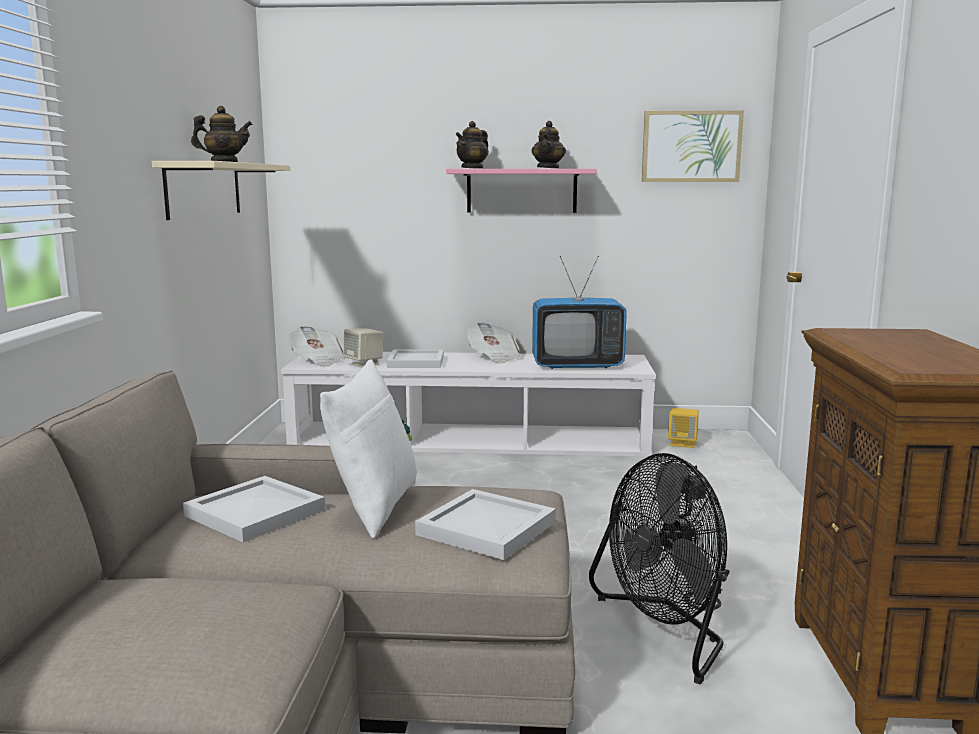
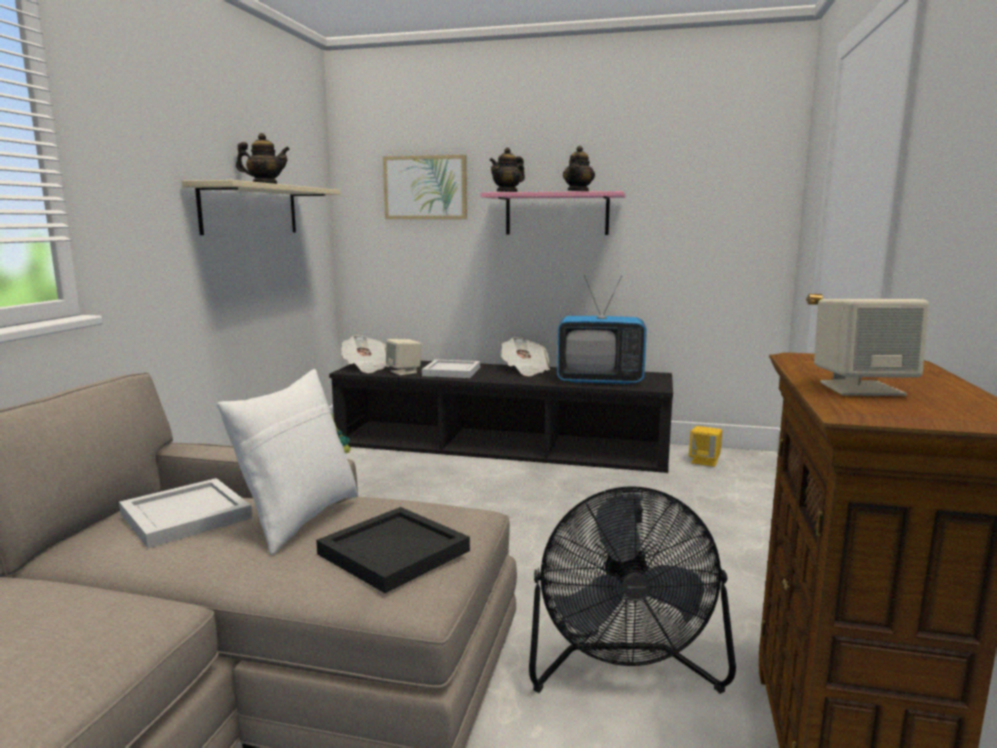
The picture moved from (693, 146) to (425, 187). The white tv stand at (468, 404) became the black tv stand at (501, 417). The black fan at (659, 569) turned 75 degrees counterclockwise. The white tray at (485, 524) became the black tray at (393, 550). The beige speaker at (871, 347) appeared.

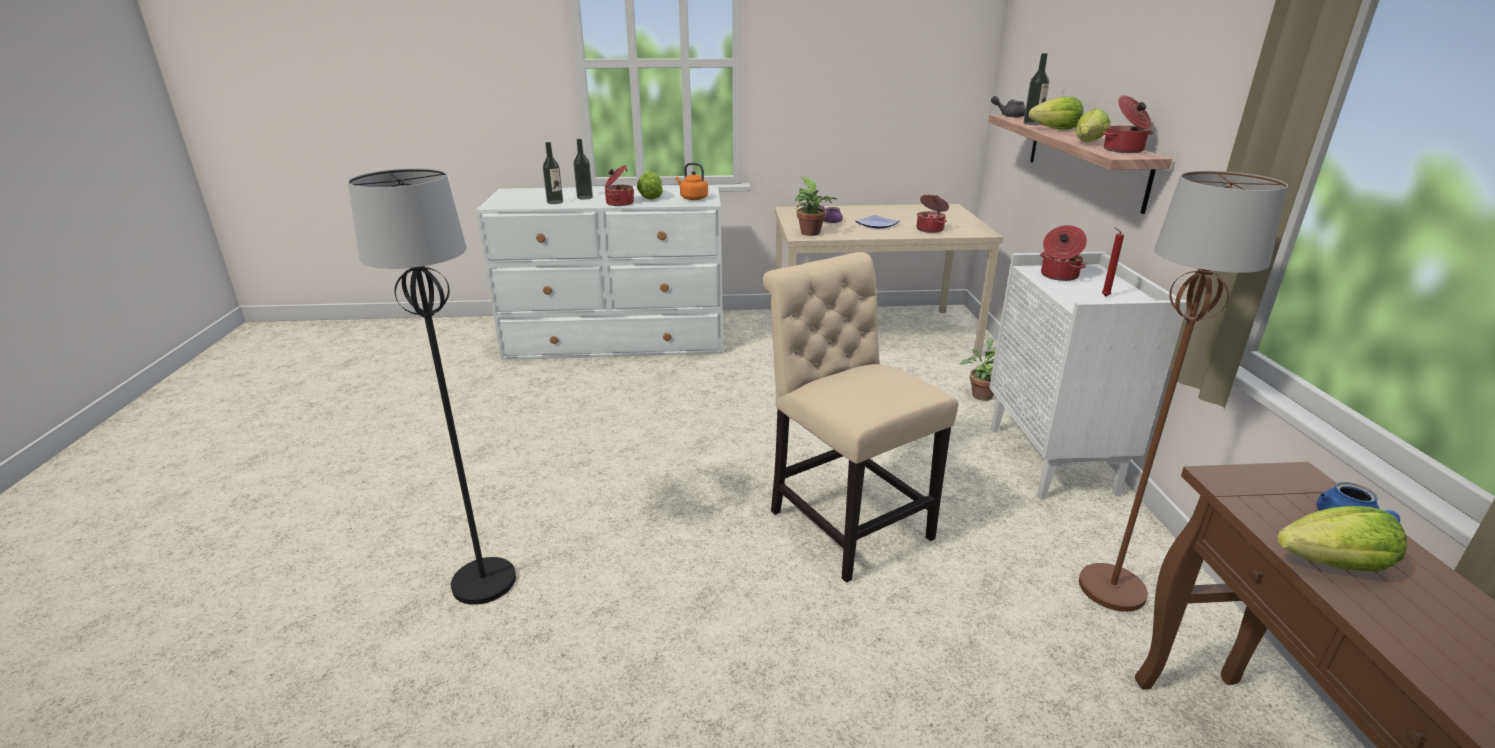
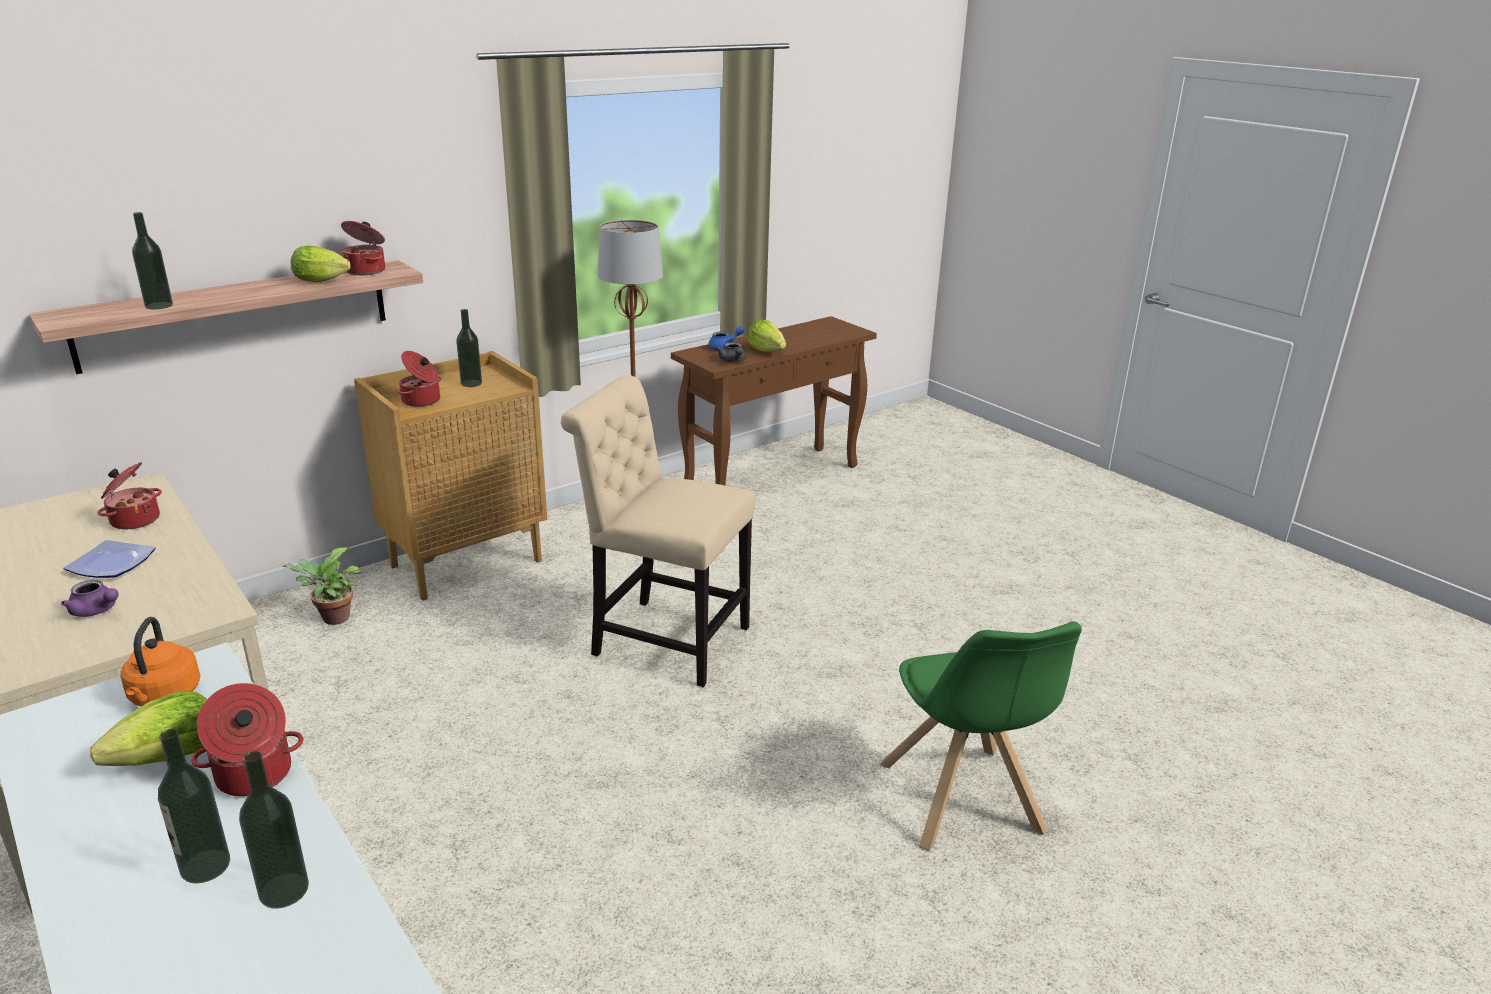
The grey teapot moved from (1008, 106) to (731, 352). The lettuce at (1056, 113) disappeared. The black floor lamp at (432, 386) was replaced by the green chair at (981, 736). The potted plant at (816, 206) disappeared. The red candle at (1113, 262) was replaced by the bottle at (469, 348). The beige chair at (860, 417) turned 90 degrees clockwise. The white cabinet at (1087, 375) became the brown cabinet at (450, 475).

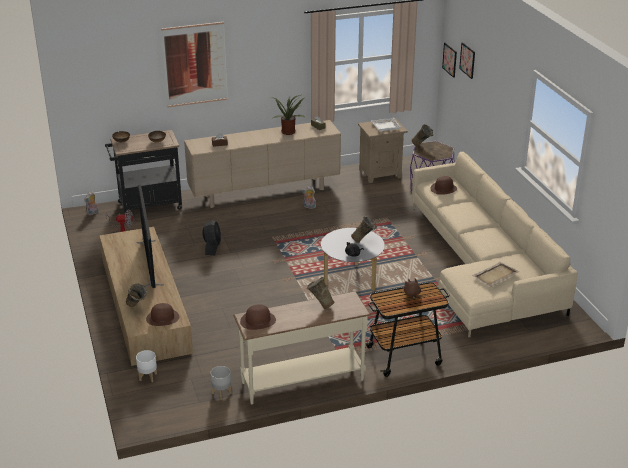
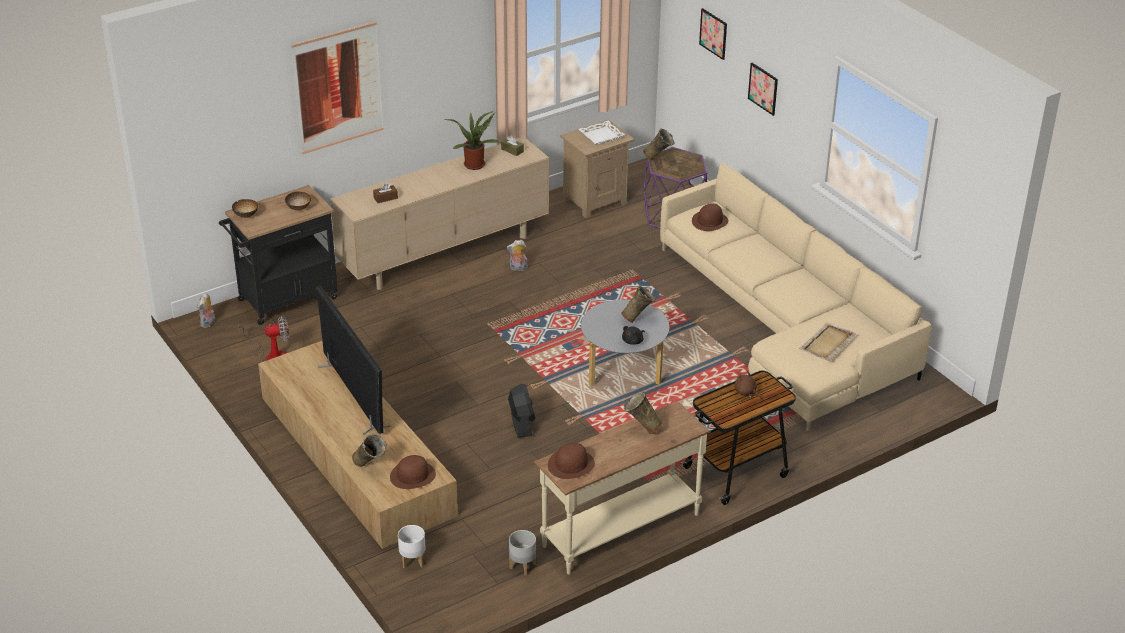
The picture moved from (449, 60) to (763, 89). The black fan moved from (211, 237) to (521, 411).

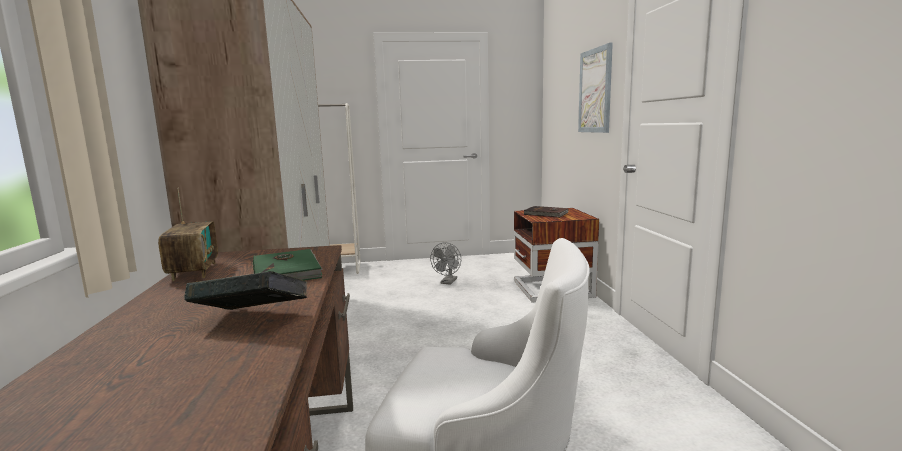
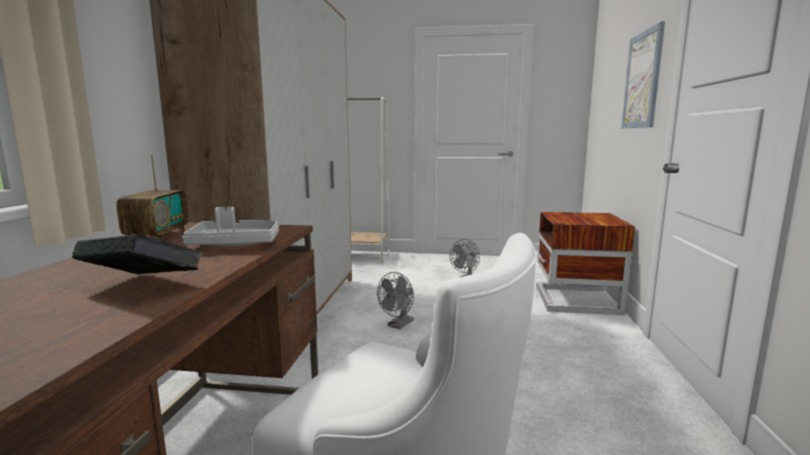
The brown book at (546, 212) disappeared. The green book at (288, 265) was replaced by the grey tray at (230, 226). The grey fan at (395, 300) appeared.

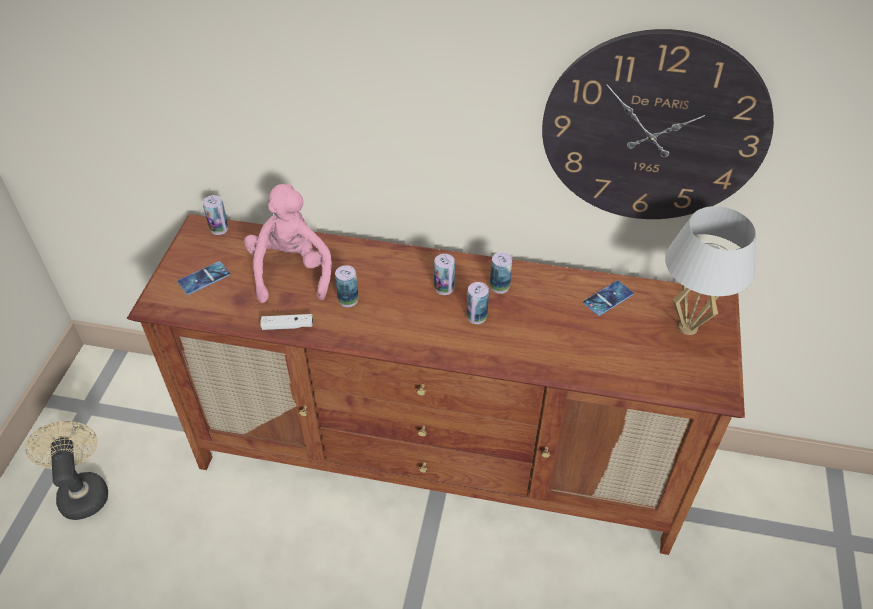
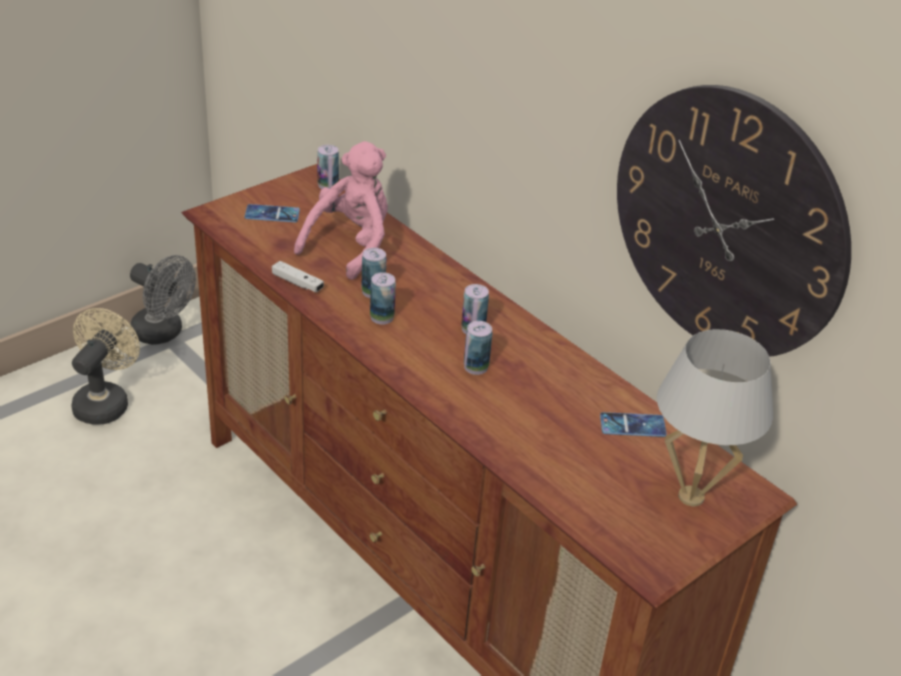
The can moved from (501, 273) to (383, 298). The grey fan at (163, 300) appeared.

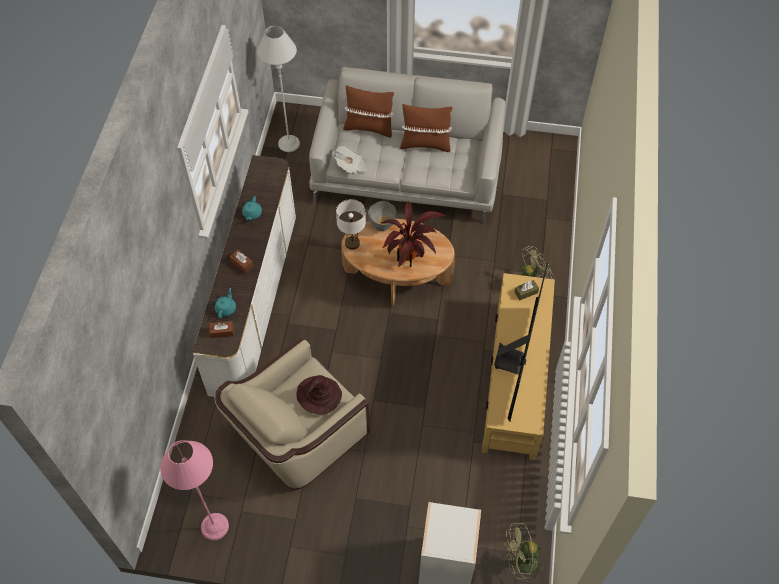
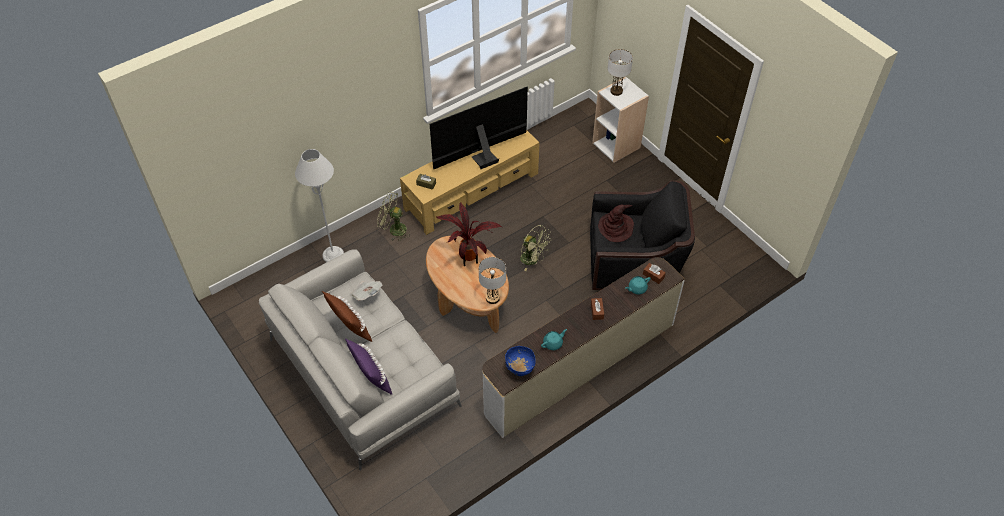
The grey floor lamp moved from (278, 89) to (319, 205). The brown pillow at (368, 111) became the purple pillow at (368, 366). The newspaper moved from (350, 160) to (366, 290). The grey bowl at (382, 216) disappeared. The beige armchair at (292, 413) became the black armchair at (642, 235). The pink floor lamp at (194, 490) disappeared. The green fan moved from (525, 552) to (535, 248). The table lamp at (620, 72) appeared. The blue bowl at (520, 361) appeared.

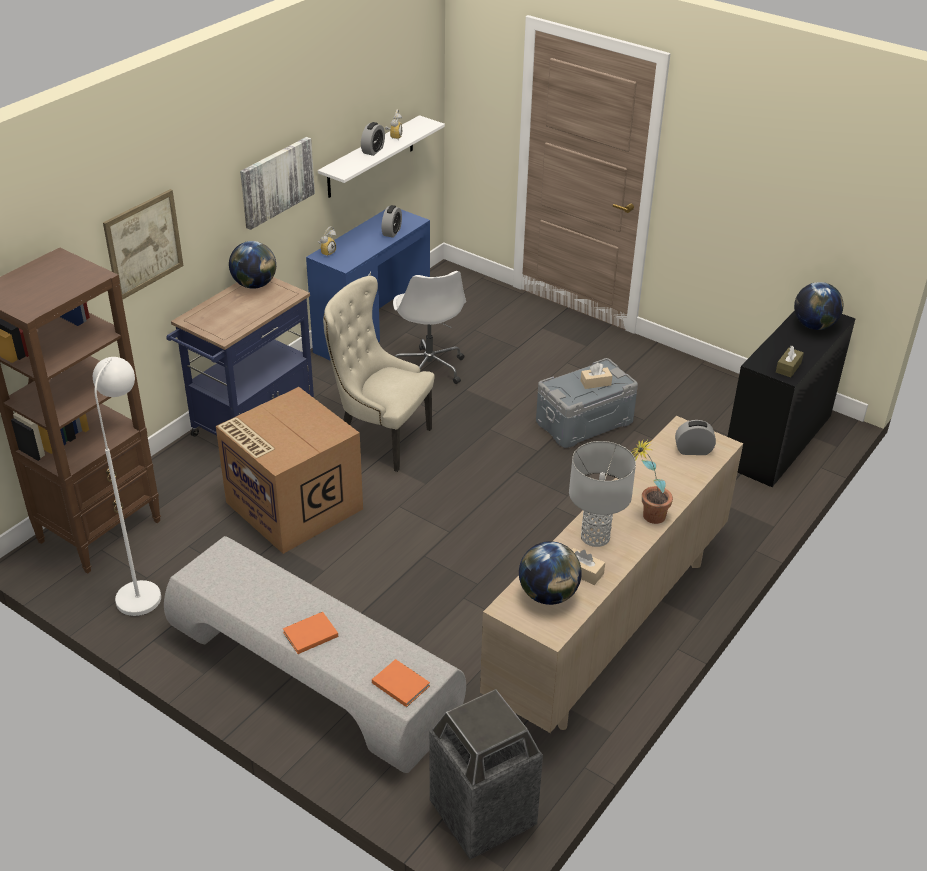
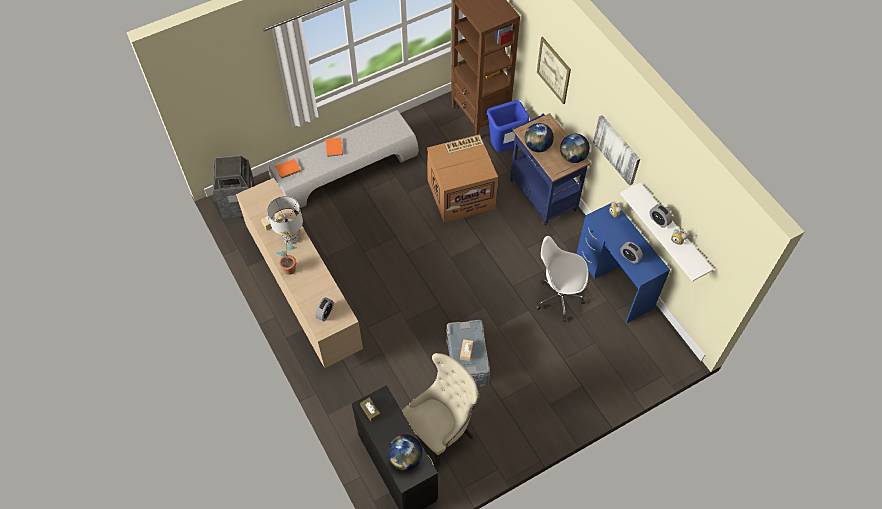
The beige chair moved from (379, 374) to (440, 410). The white floor lamp at (127, 486) disappeared. The globe moved from (550, 573) to (539, 137). The blue trash can at (508, 126) appeared.

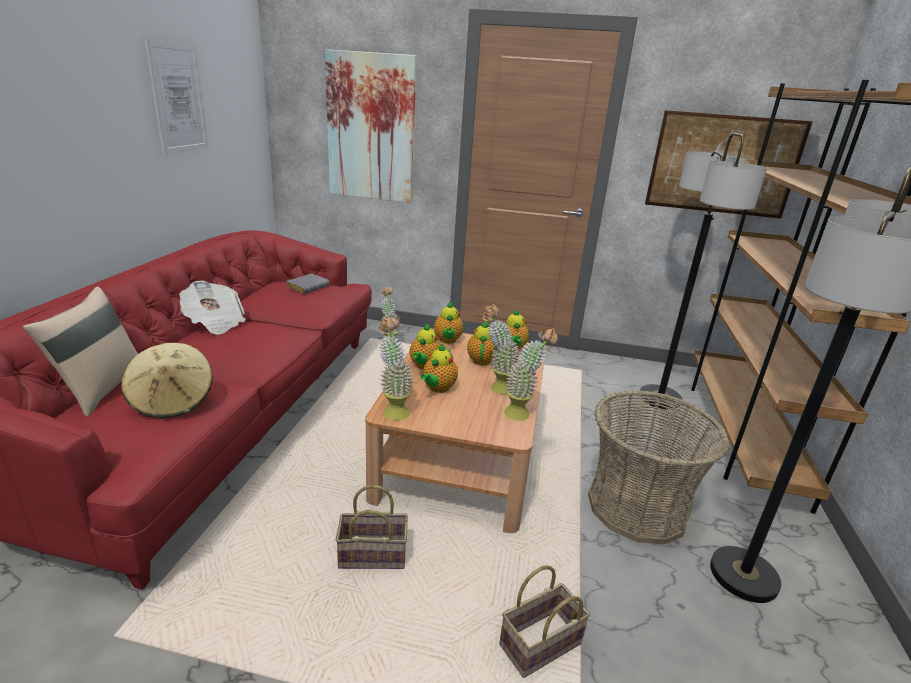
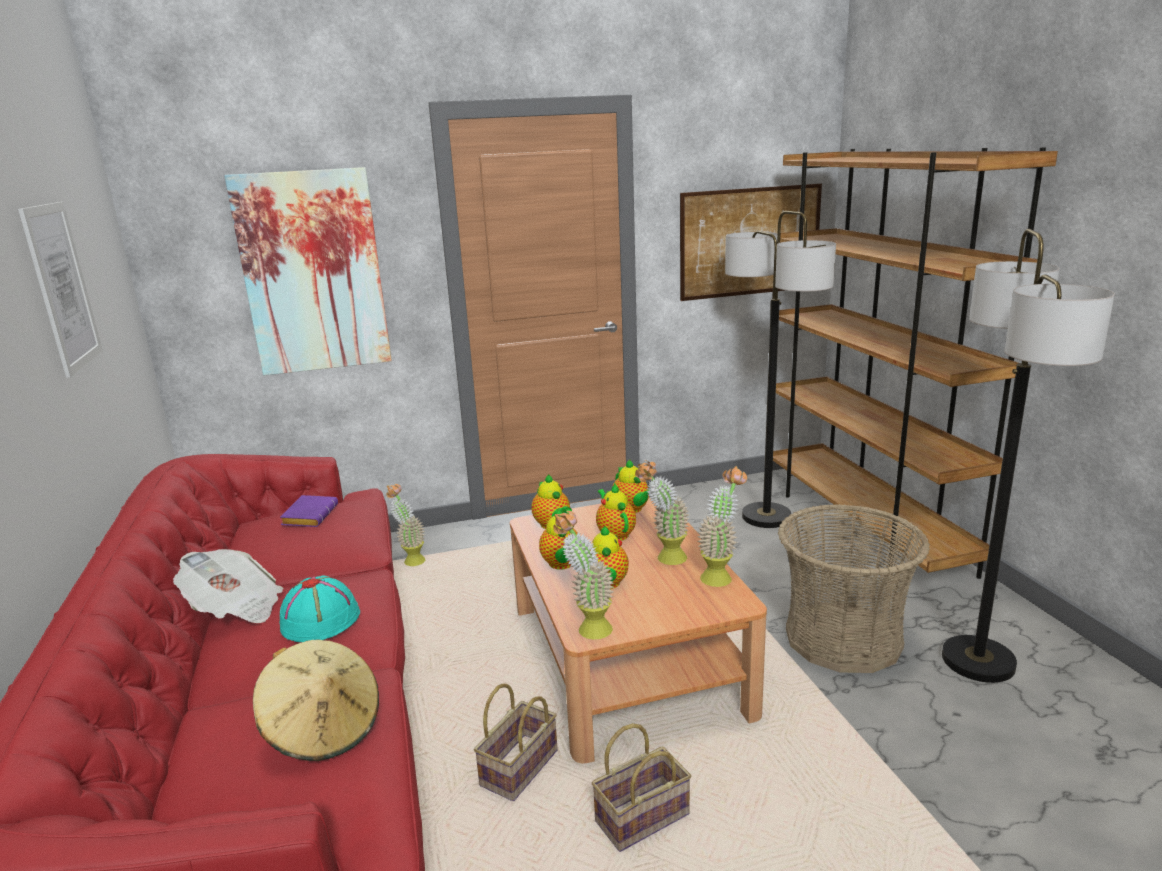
The grey book at (308, 283) became the purple book at (309, 511). The beige pillow at (80, 351) disappeared. The basket moved from (544, 621) to (516, 742). The turquoise hat at (320, 608) appeared.

